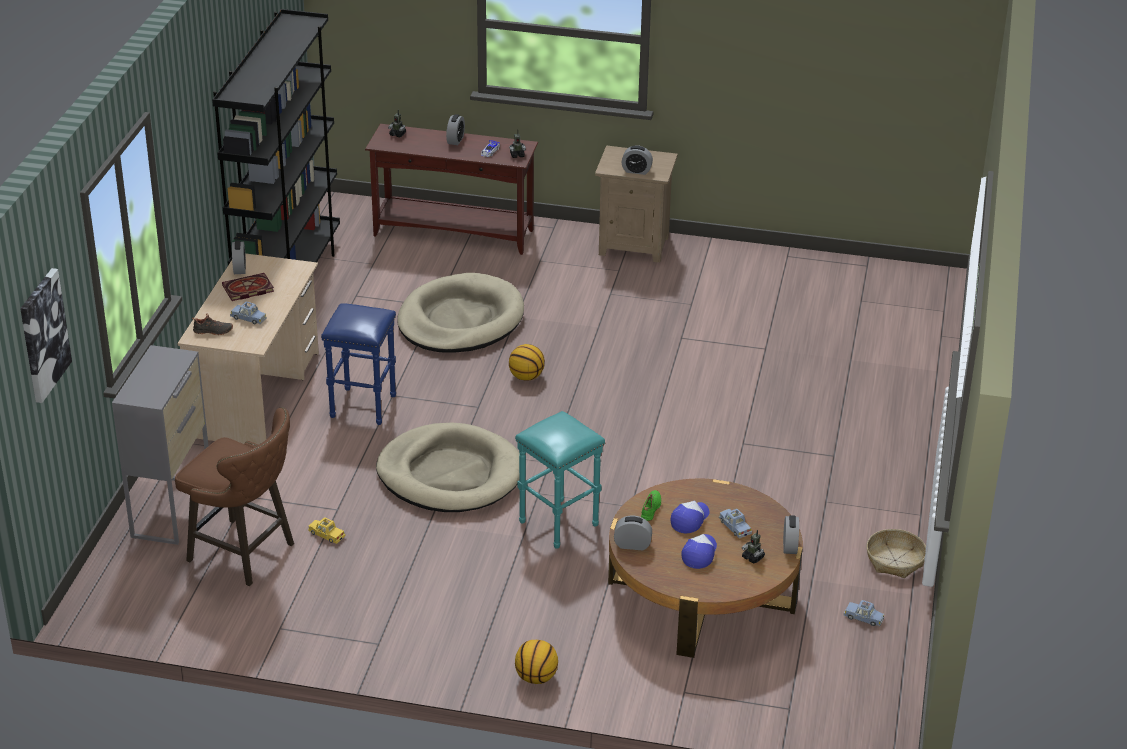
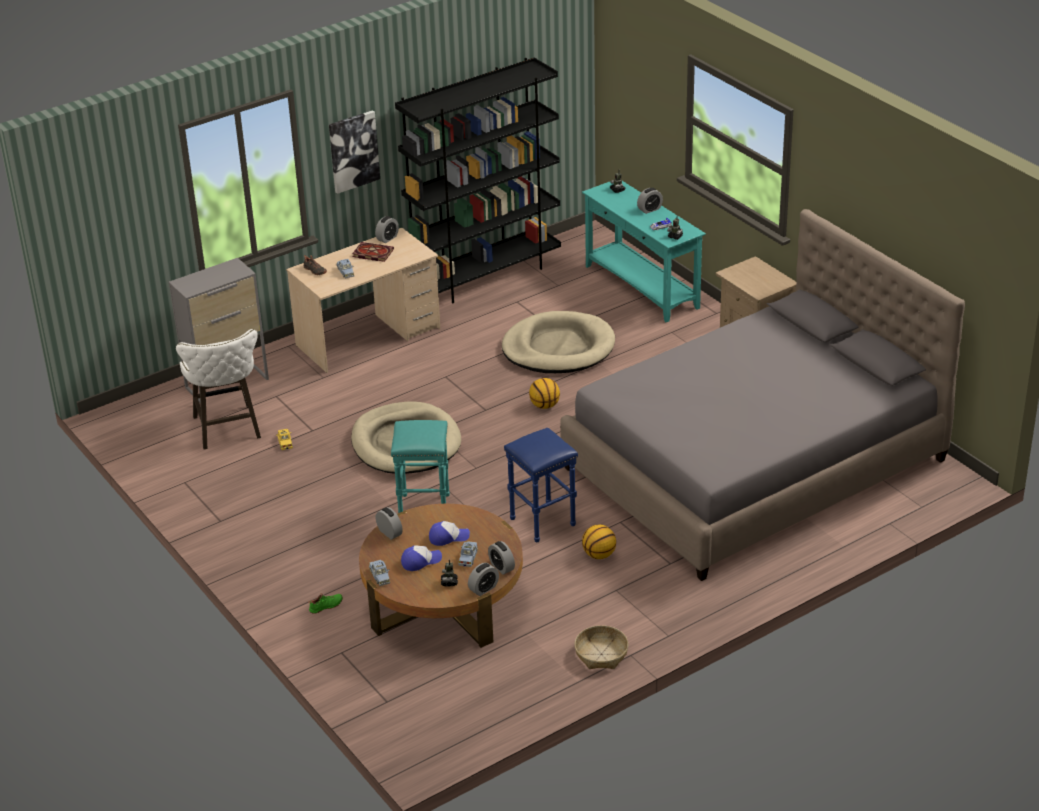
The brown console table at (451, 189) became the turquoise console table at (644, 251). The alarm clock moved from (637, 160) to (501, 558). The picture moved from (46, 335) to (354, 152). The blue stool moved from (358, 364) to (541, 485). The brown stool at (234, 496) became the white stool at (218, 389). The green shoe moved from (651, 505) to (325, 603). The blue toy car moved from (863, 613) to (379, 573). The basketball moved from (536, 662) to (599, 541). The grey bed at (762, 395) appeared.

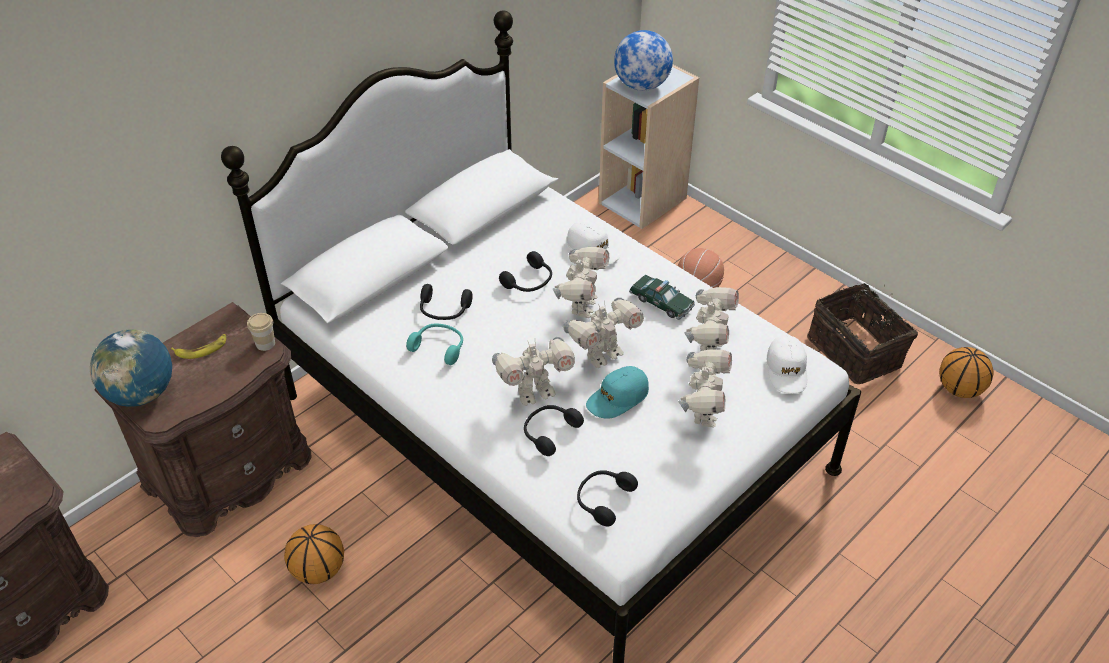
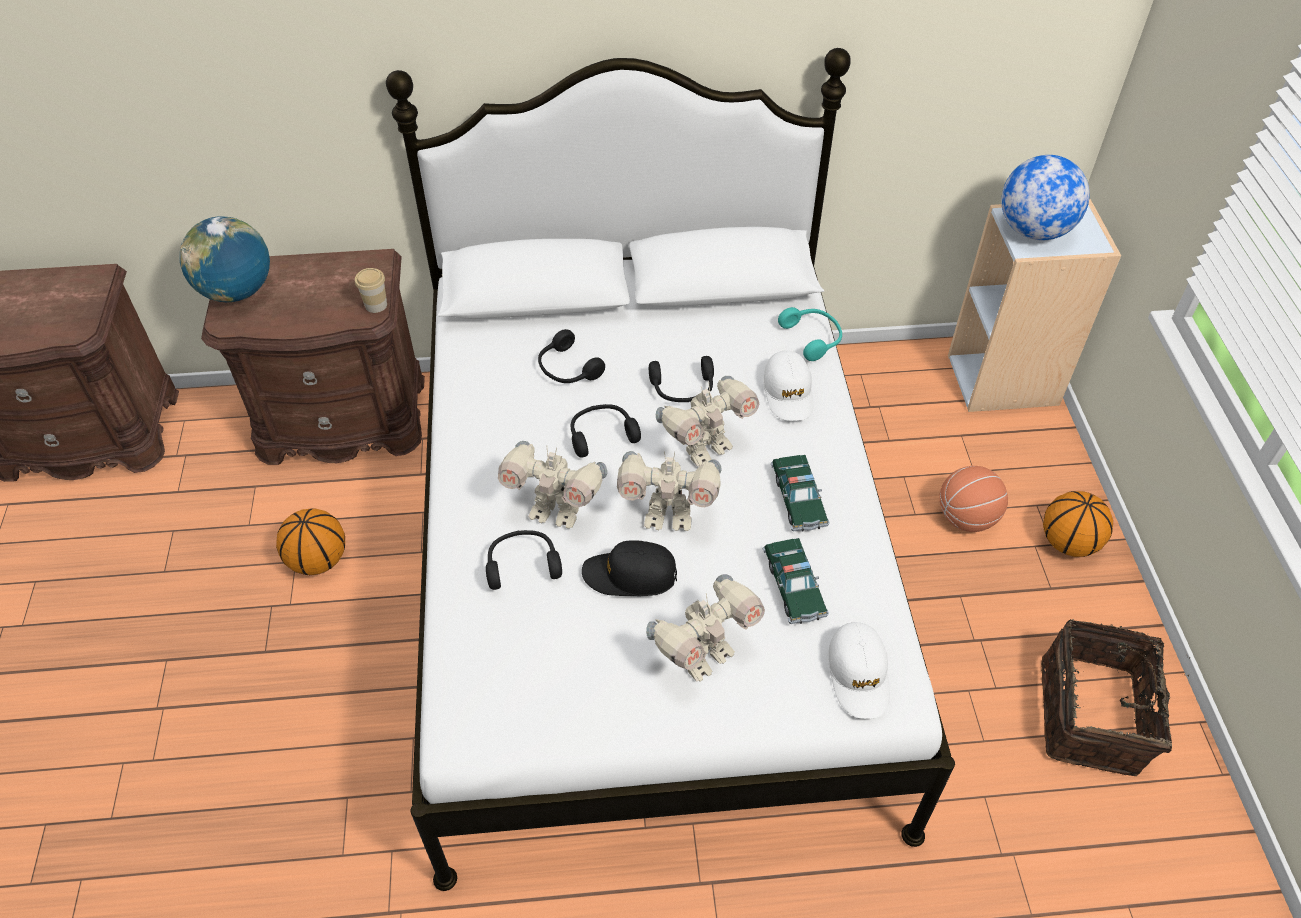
The toy robot at (711, 319) was replaced by the toy car at (796, 581). The turquoise headphones moved from (434, 344) to (810, 334). The banana at (198, 346) disappeared. The white cap at (786, 364) turned 45 degrees counterclockwise. The basketball moved from (966, 372) to (1078, 524). The turquoise cap at (617, 392) became the black cap at (629, 568). The black headphones moved from (607, 498) to (606, 431).

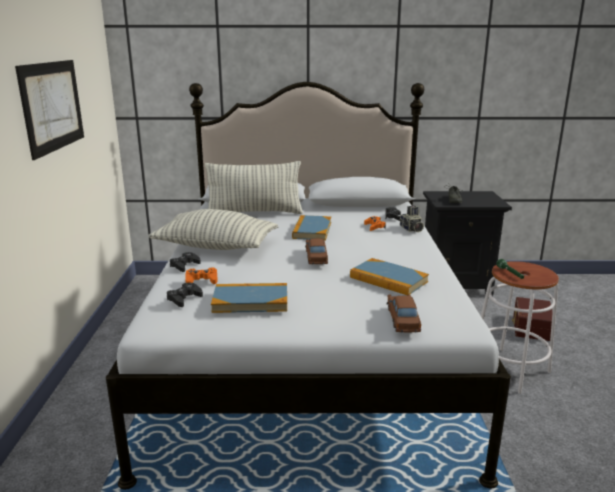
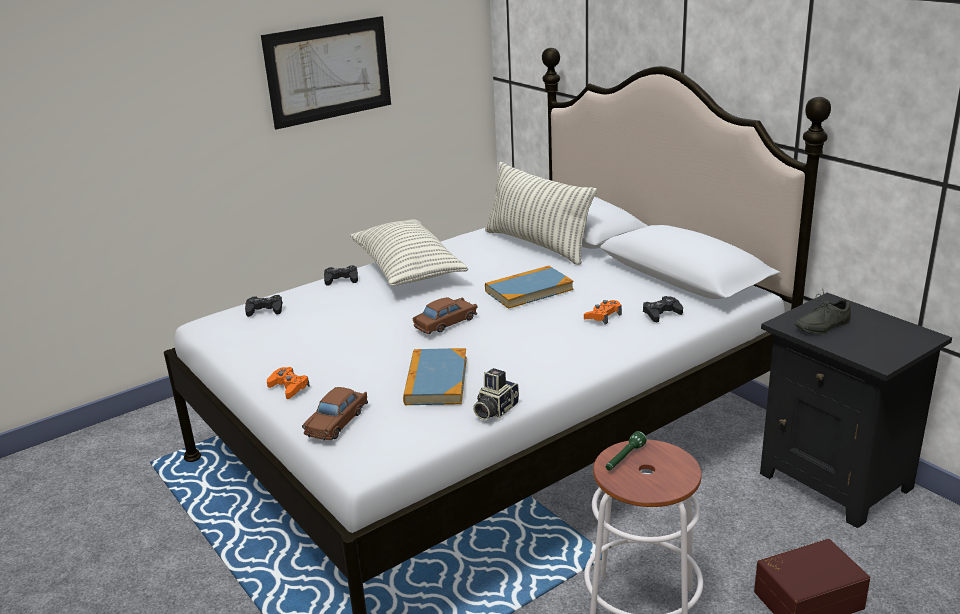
The photo camera moved from (411, 219) to (496, 394). The orange game controller moved from (201, 275) to (288, 383). The book at (249, 298) disappeared. The brown toy car at (404, 313) turned 150 degrees clockwise.

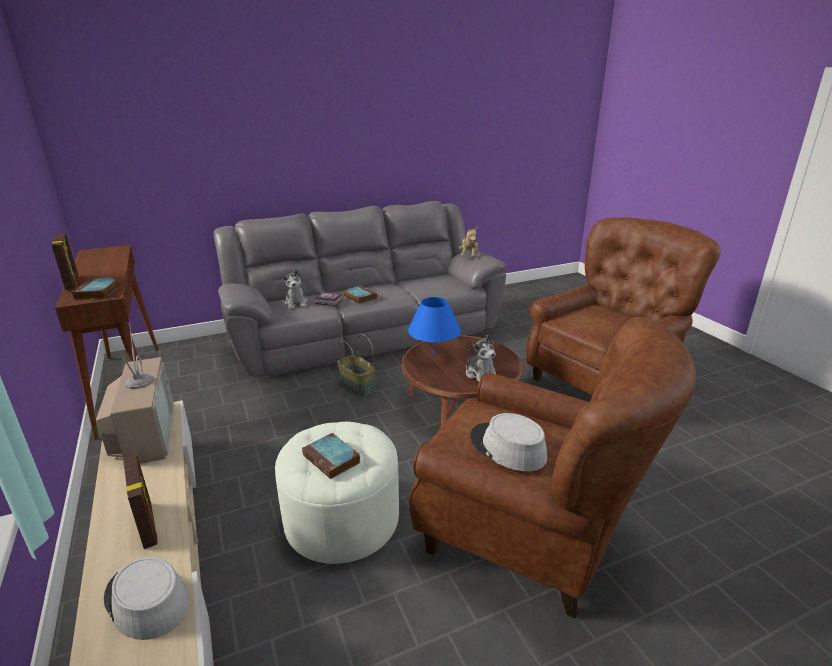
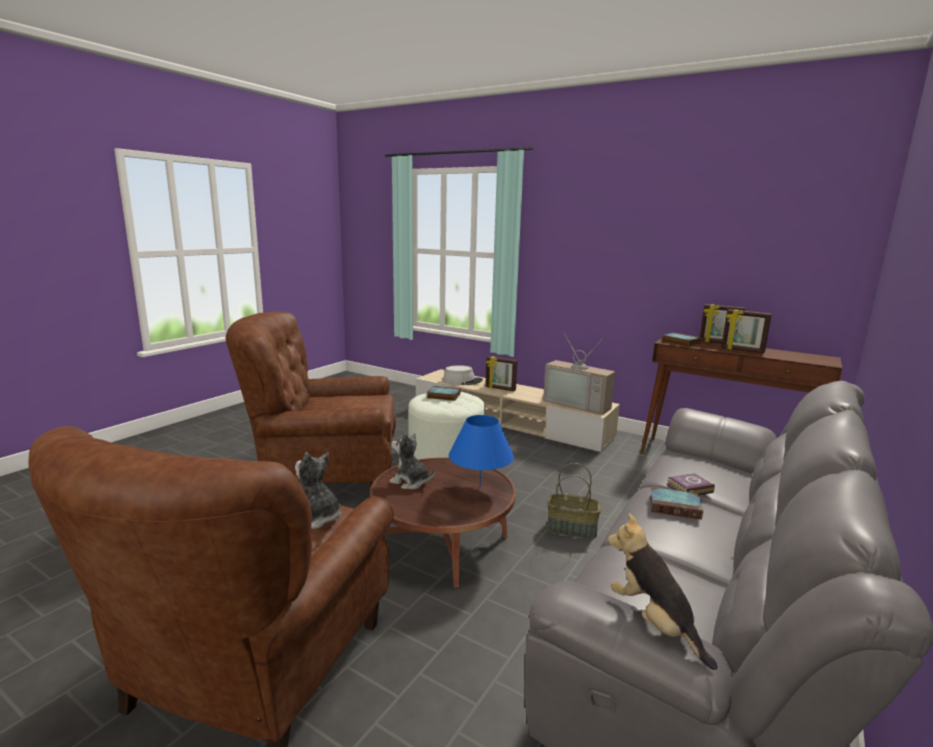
The plush toy moved from (294, 289) to (318, 490). The grey hat at (508, 442) disappeared. The picture frame at (746, 331) appeared.

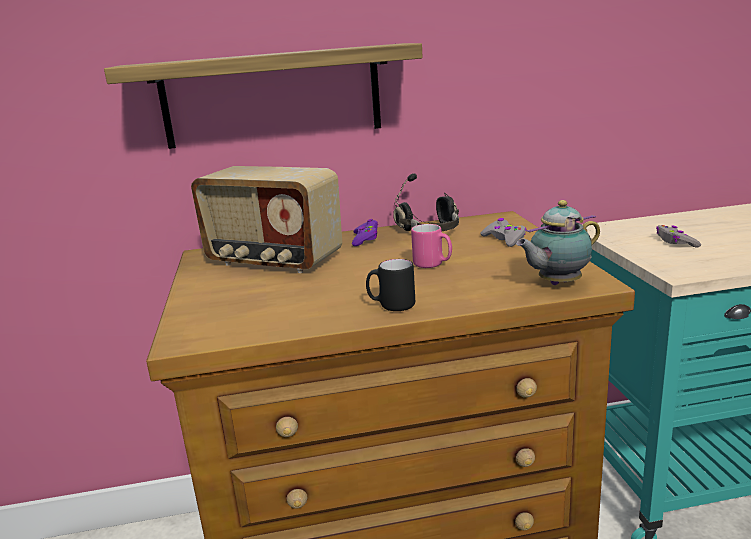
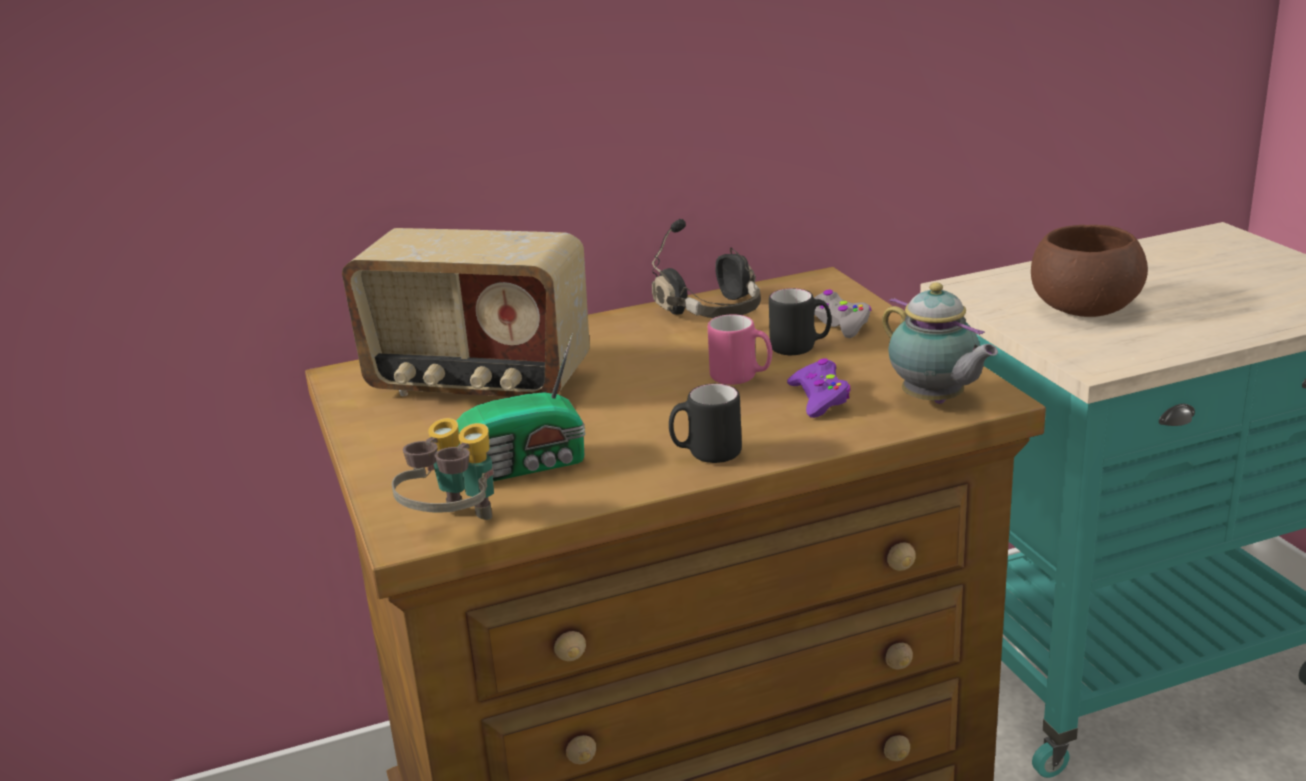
The shelf at (263, 96) disappeared. The teapot at (558, 242) turned 90 degrees counterclockwise. The purple game controller moved from (365, 232) to (819, 388). The grey game controller at (678, 236) was replaced by the brown bowl at (1089, 271). The black mug at (800, 321) appeared. The radio at (521, 406) appeared. The binoculars at (443, 469) appeared.

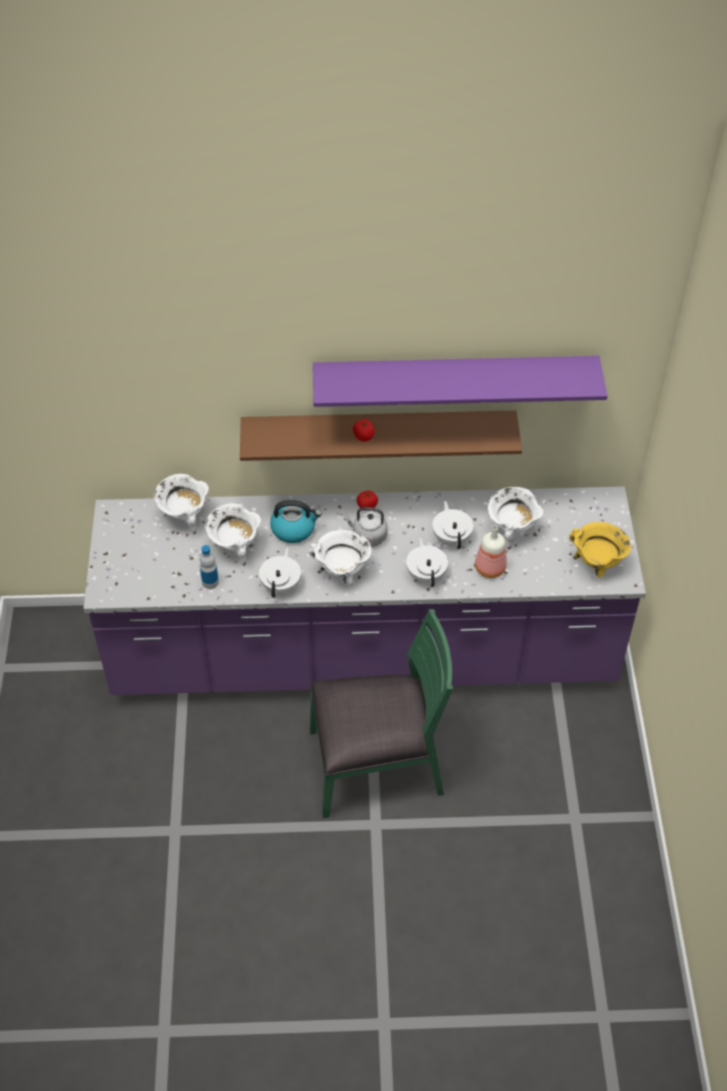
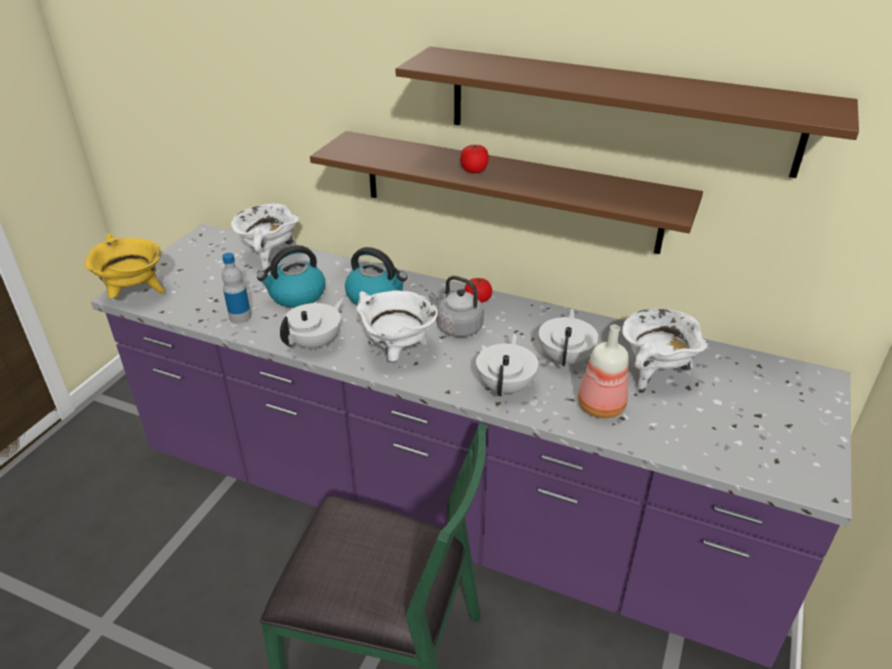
The purple shelf at (460, 381) became the brown shelf at (627, 112). The white cooking pot at (233, 534) was replaced by the kettle at (291, 276). The yellow cooking pot moved from (600, 550) to (125, 265).

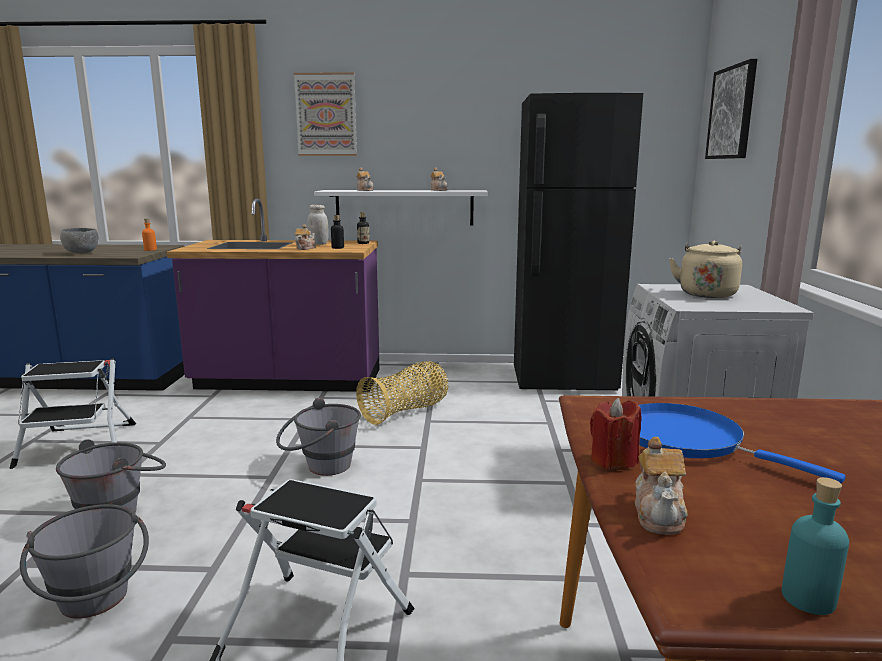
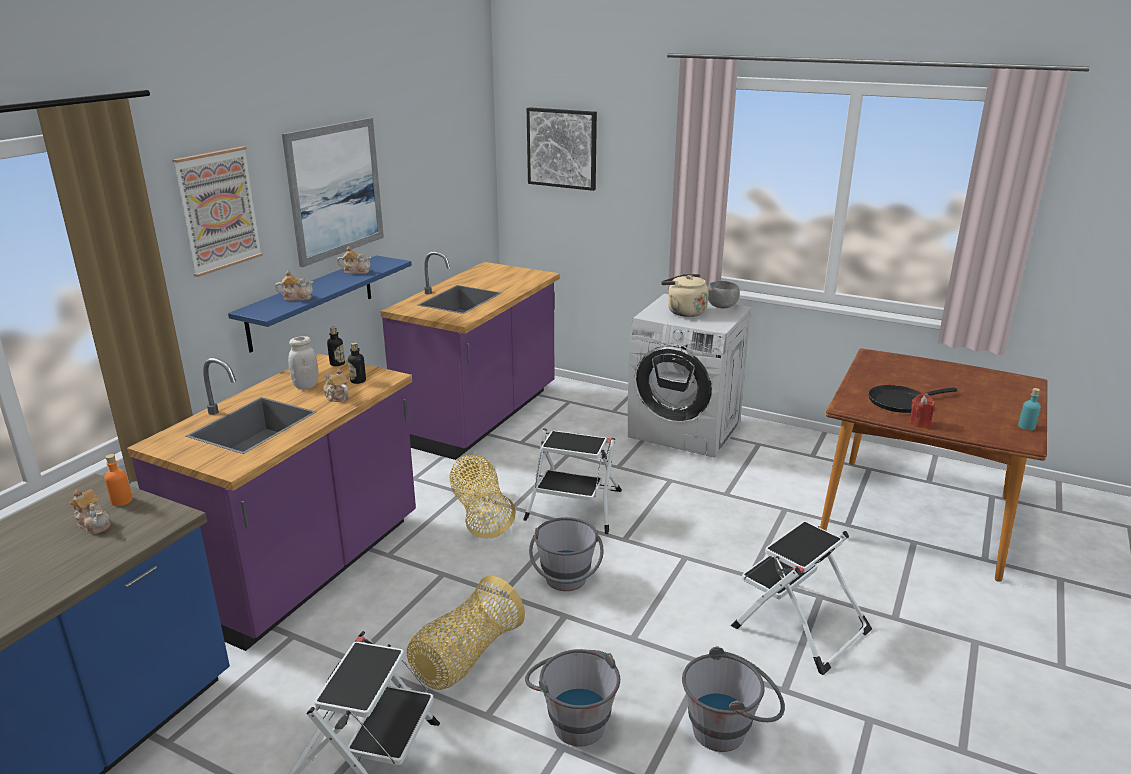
The black fridge at (578, 241) was replaced by the purple counter at (470, 355). The white shelf at (401, 208) became the blue shelf at (320, 304). The grey bowl moved from (79, 240) to (724, 294). The blue frying pan at (742, 443) became the black frying pan at (912, 399). The teapot moved from (661, 486) to (90, 511). The picture at (333, 192) appeared. The step ladder at (572, 481) appeared. The basket at (466, 633) appeared.

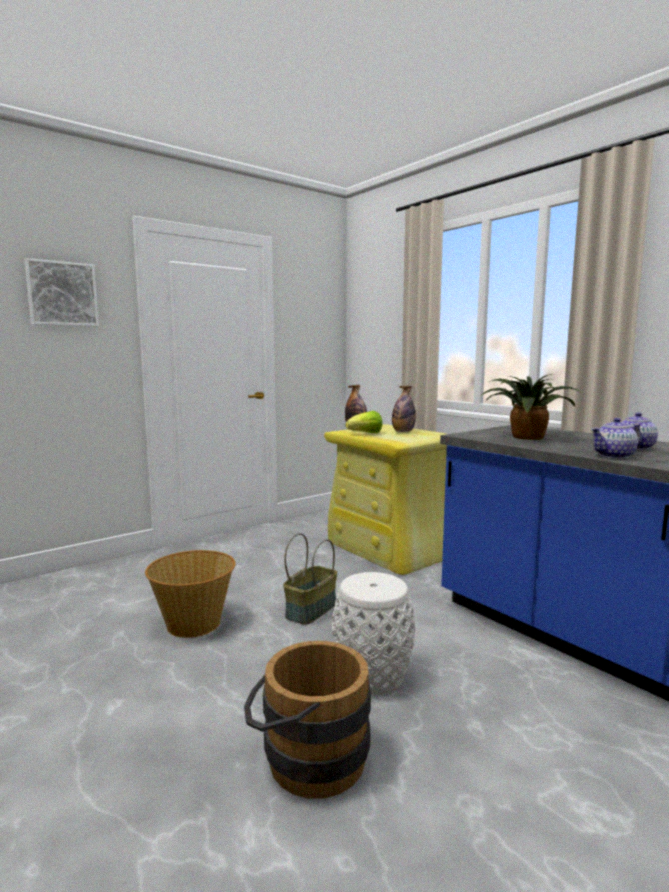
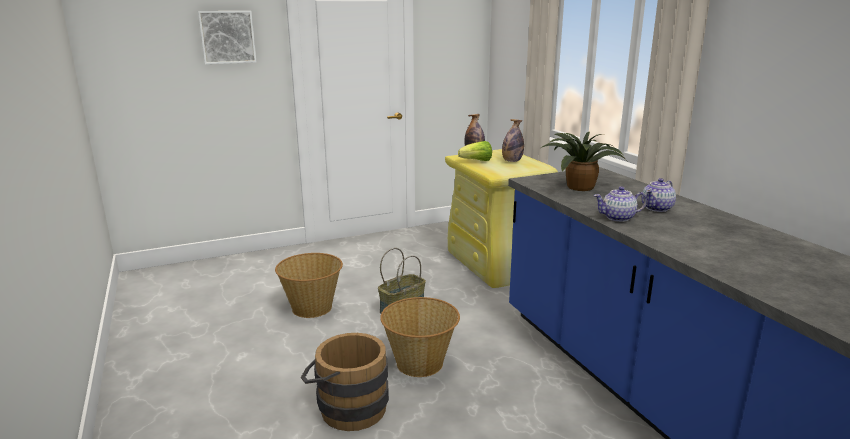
The white stool at (373, 633) was replaced by the basket at (420, 337).

